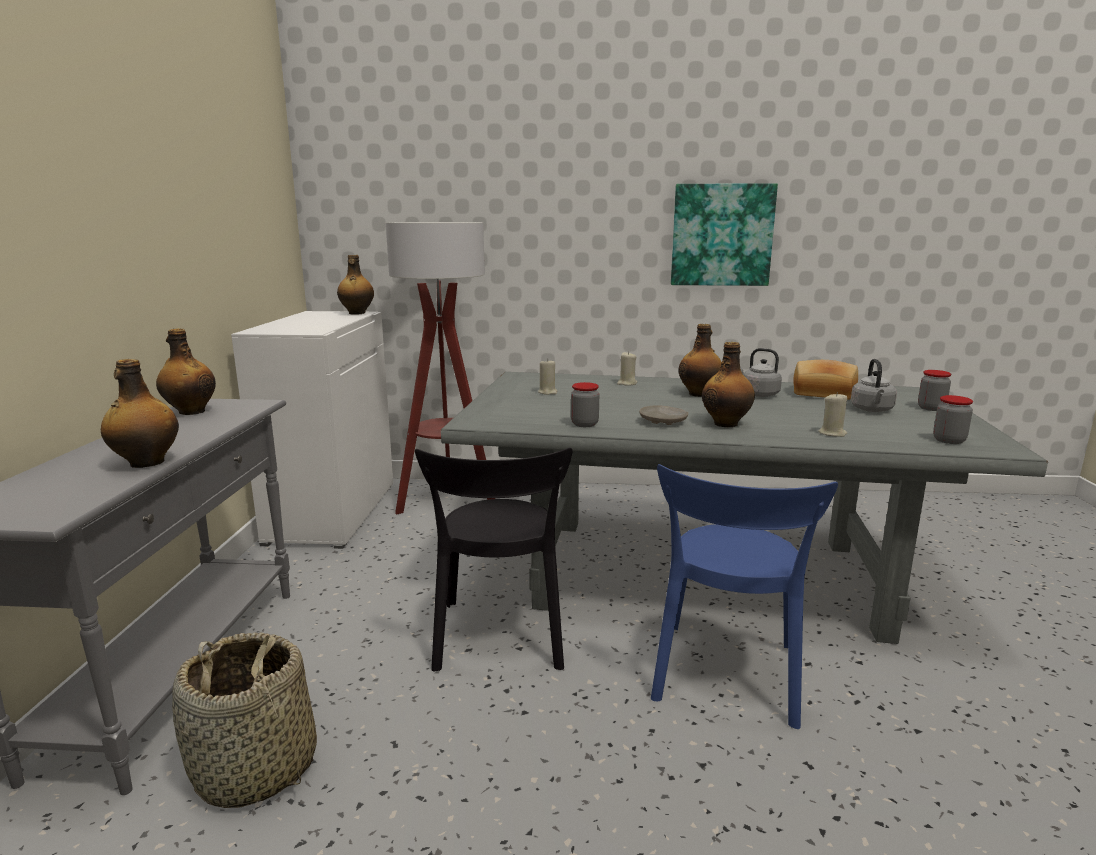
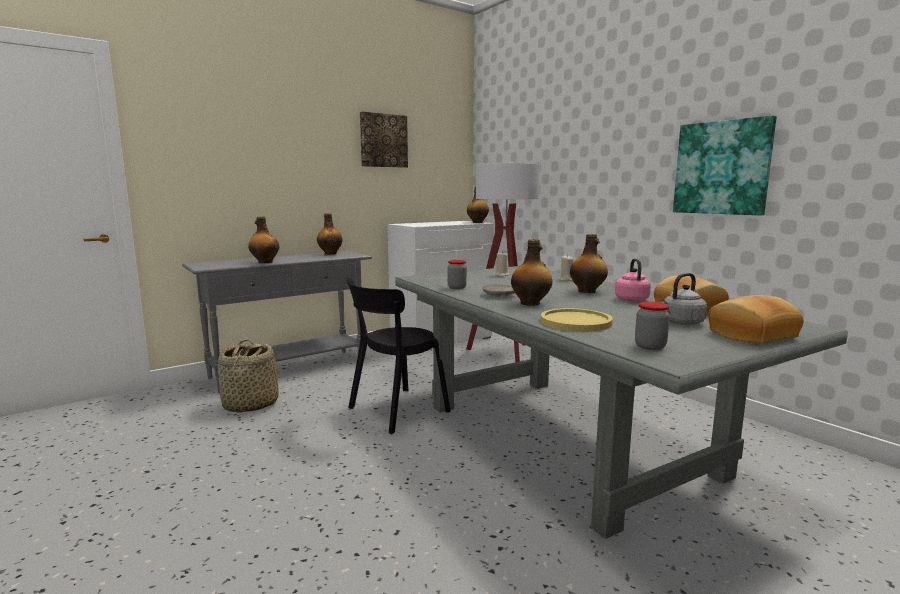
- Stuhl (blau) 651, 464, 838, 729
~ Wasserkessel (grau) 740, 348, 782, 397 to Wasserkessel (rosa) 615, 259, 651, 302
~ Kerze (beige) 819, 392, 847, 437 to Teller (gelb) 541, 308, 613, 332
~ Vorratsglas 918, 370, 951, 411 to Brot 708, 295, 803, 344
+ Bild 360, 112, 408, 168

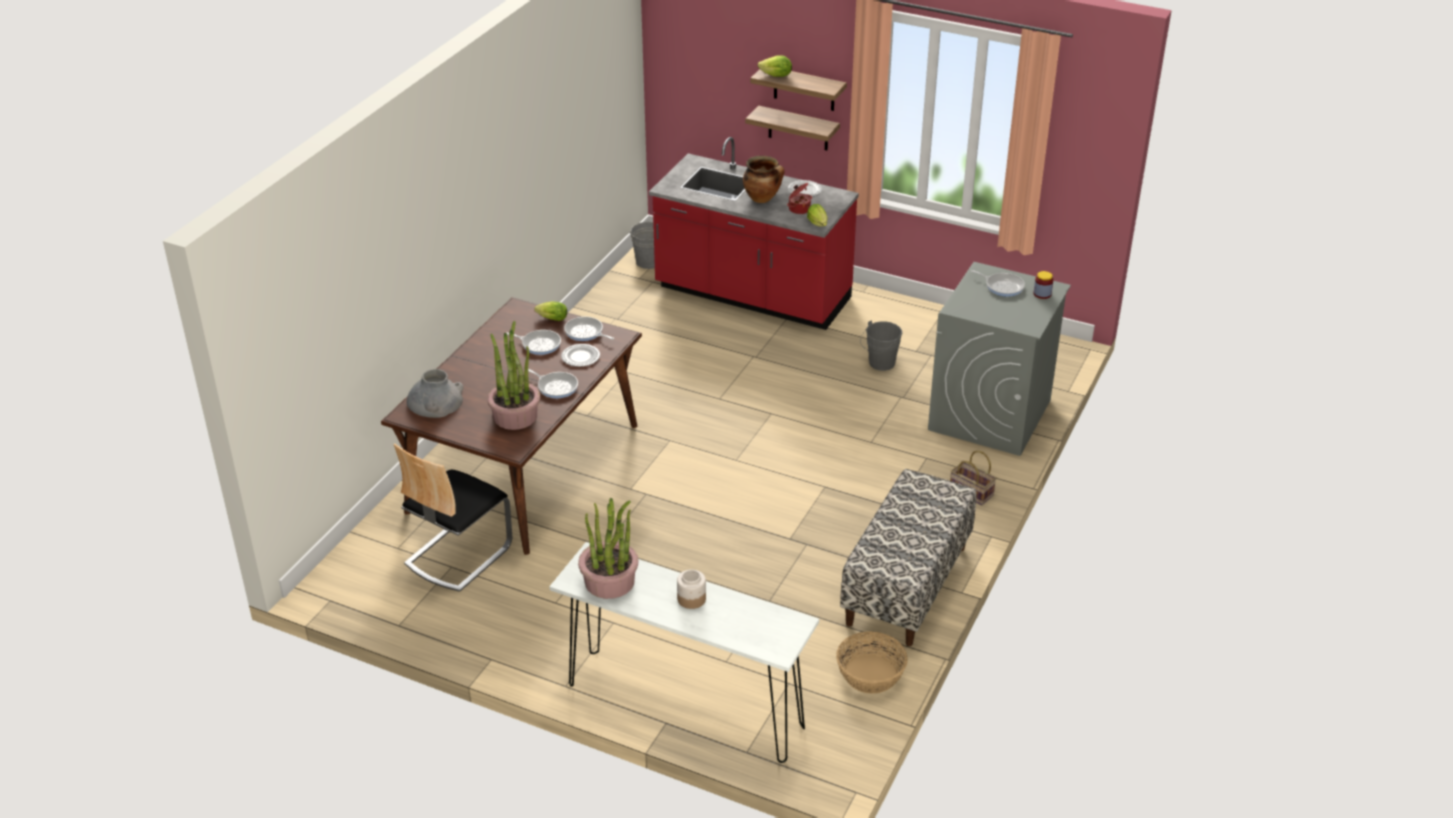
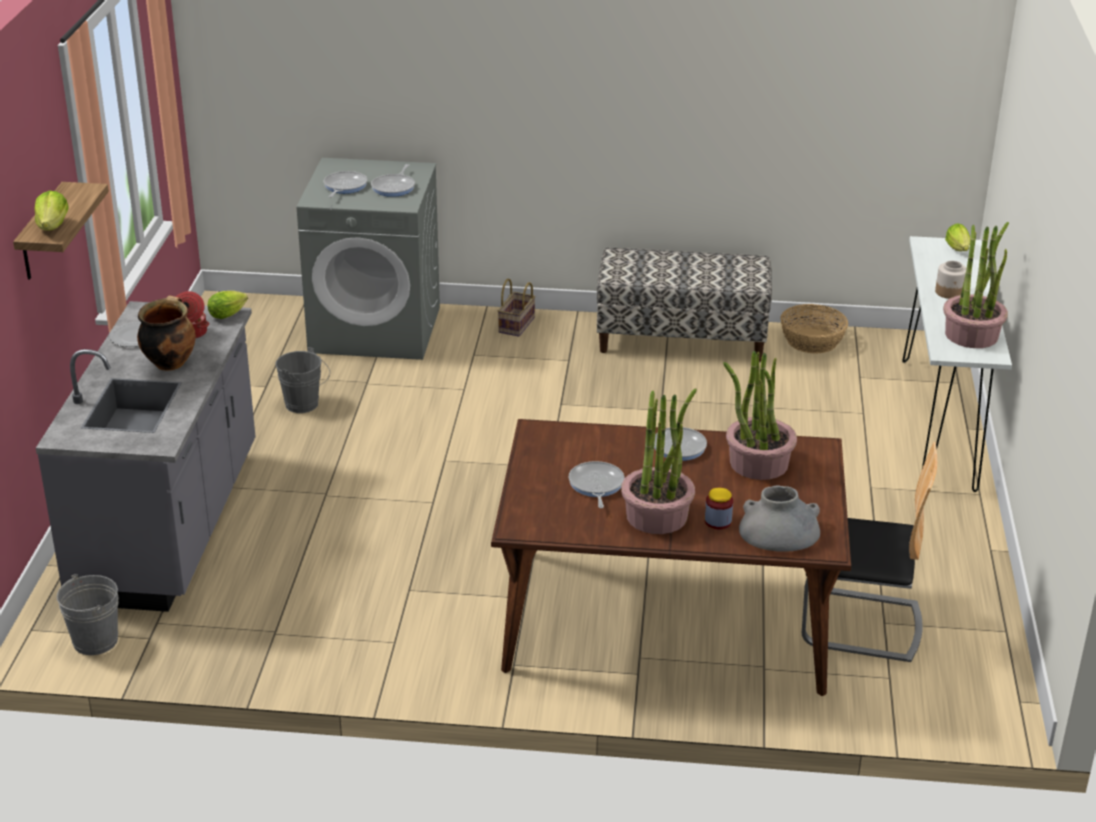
~ Salatkopf 534, 301, 567, 321 to 945, 223, 971, 251
- Teller 561, 344, 600, 367
~ Pfanne 564, 317, 614, 341 to 371, 164, 415, 197
~ Küchenzeile (rot) 649, 137, 859, 330 to Küchenzeile (grau) 36, 301, 256, 612
- Wandregal 745, 106, 840, 150
~ Vorratsglas 1034, 271, 1053, 299 to 705, 488, 733, 529
+ Topfpflanze 621, 389, 697, 534

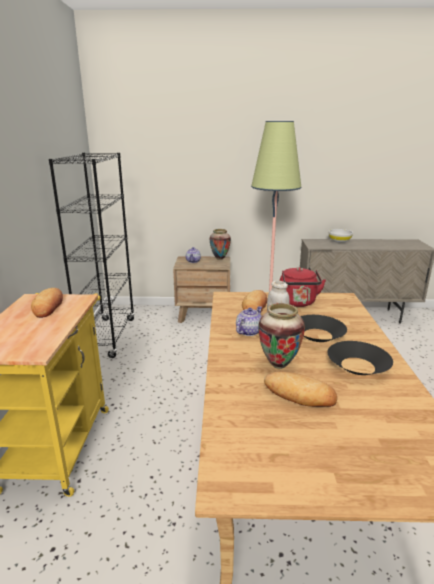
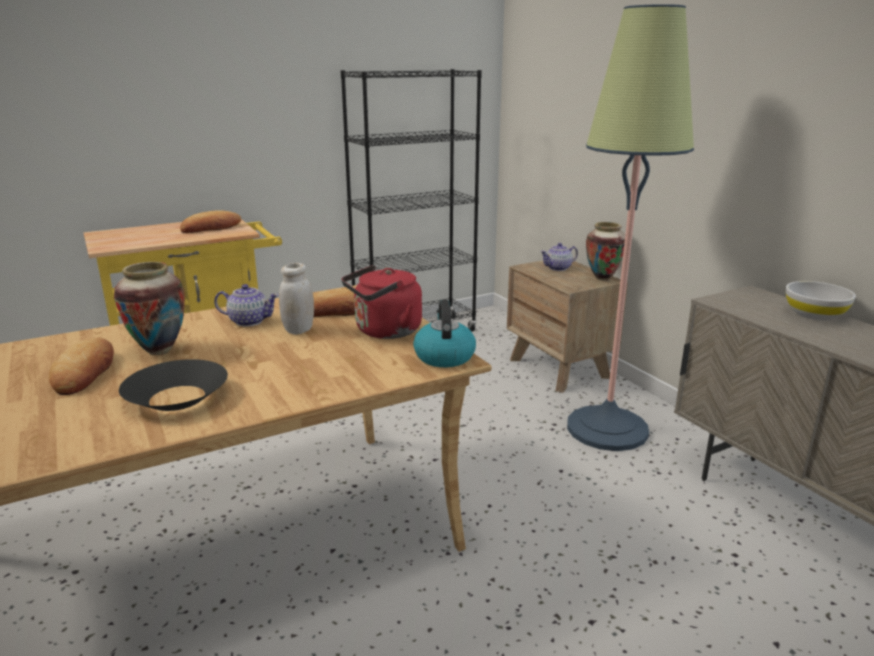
- Schüssel (schwarz) 301, 315, 347, 342
+ Wasserkessel 413, 300, 476, 367

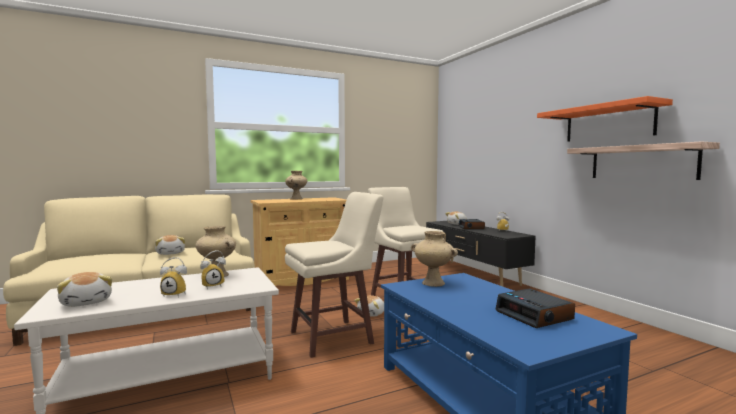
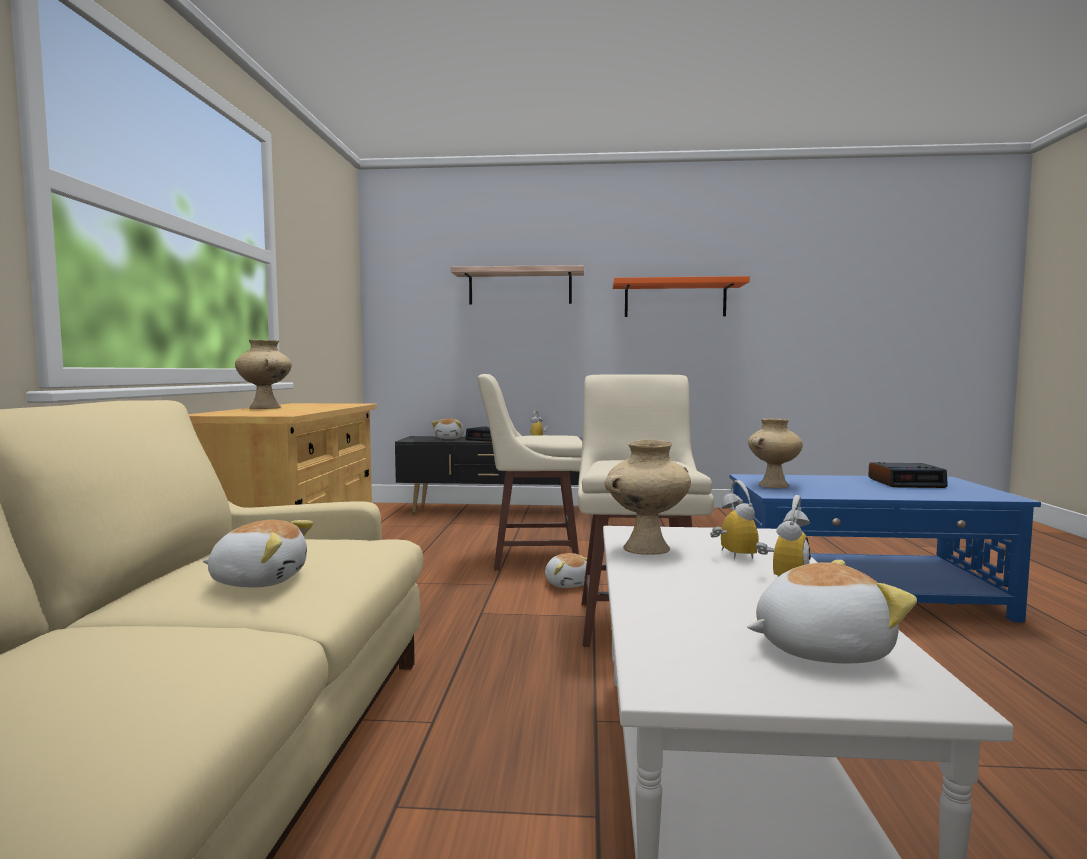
~ Wandregal 567, 142, 720, 180 to 451, 265, 584, 305

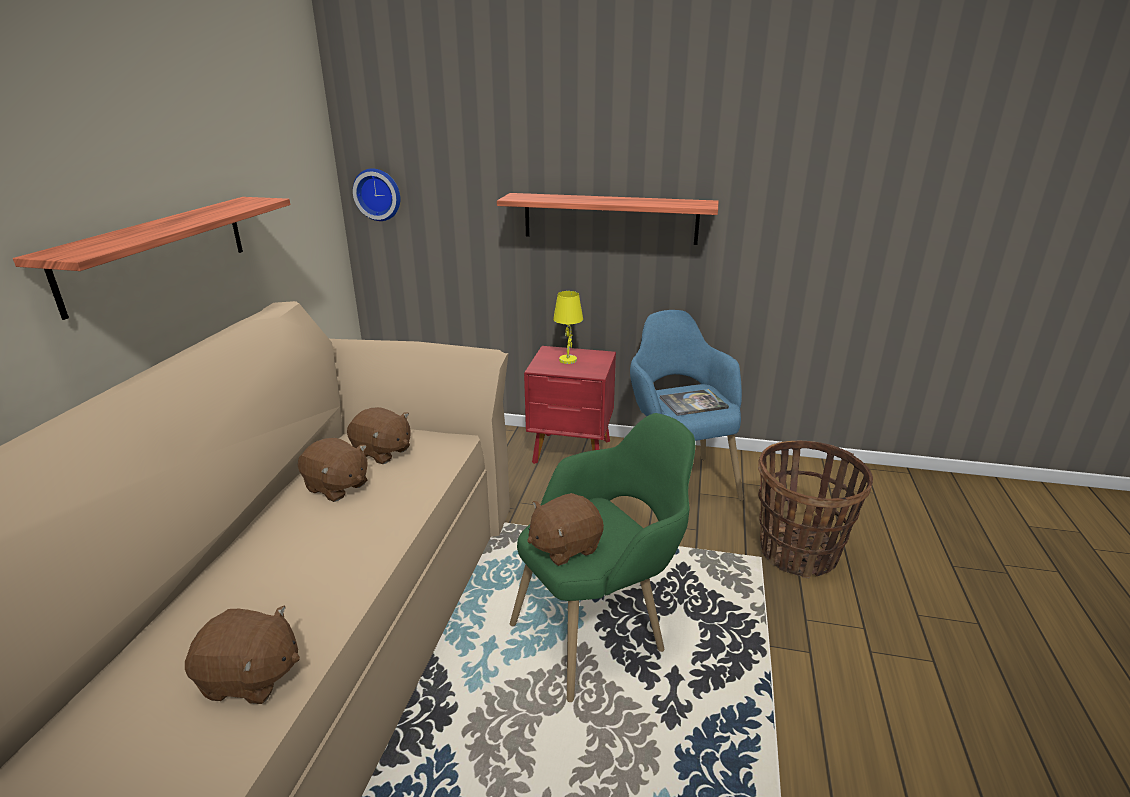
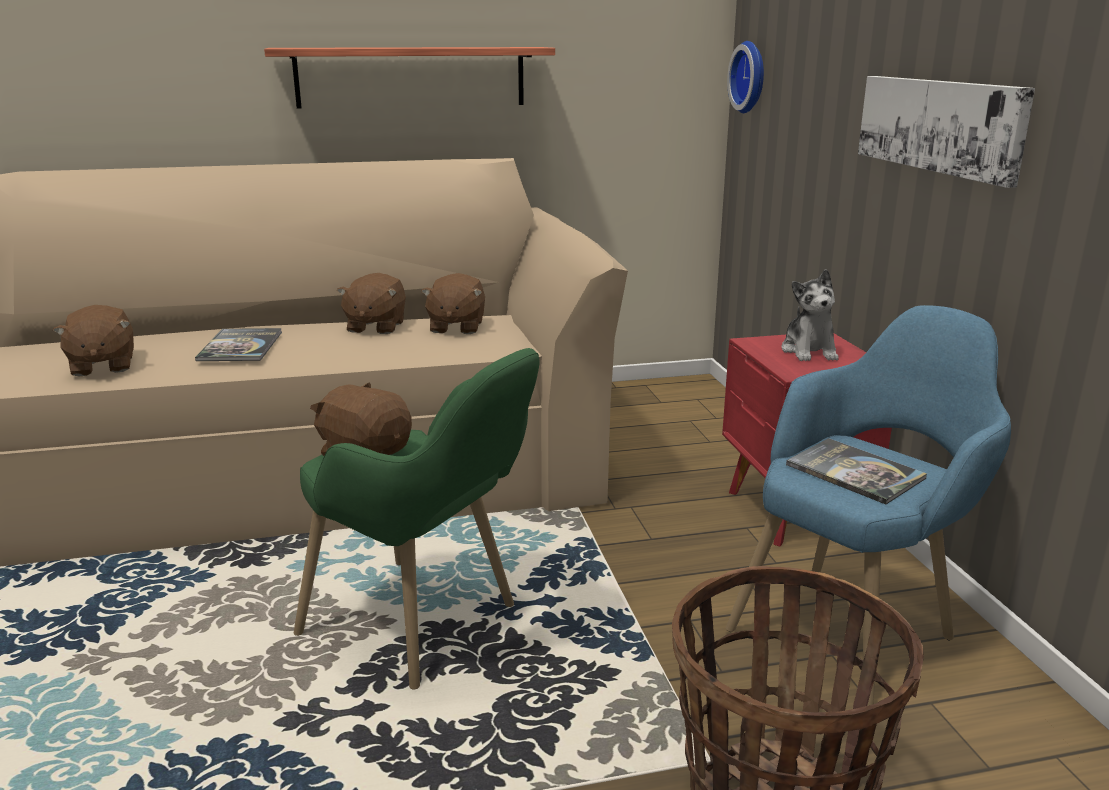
~ Wandregal 497, 193, 718, 245 to Bild 858, 76, 1035, 188
~ Tischlampe (gelb) 553, 291, 583, 364 to Plüschtier 781, 269, 839, 361
+ Buch 195, 328, 282, 361

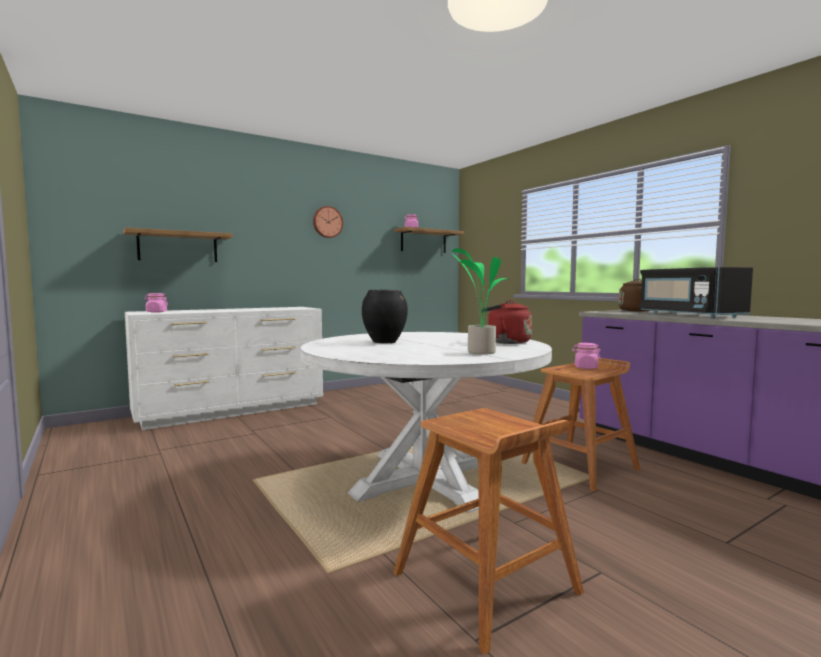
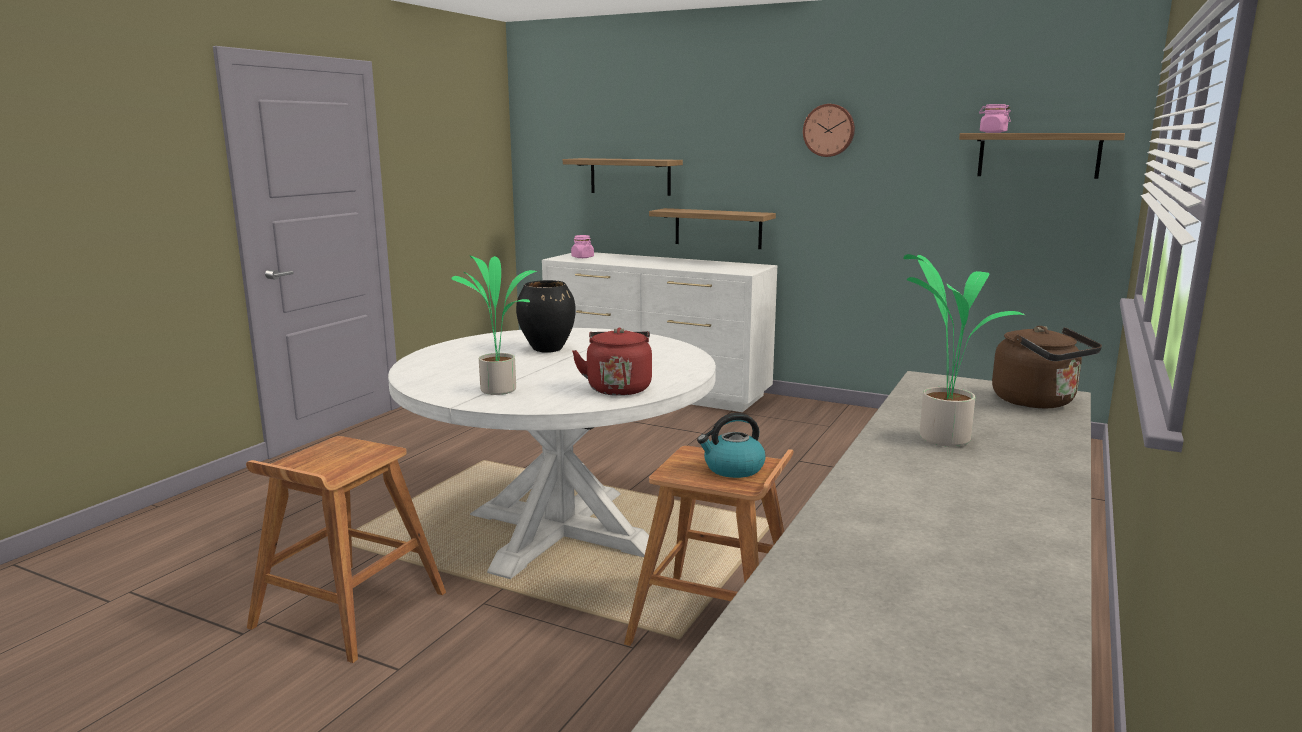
~ Vorratsglas (rosa) 572, 343, 601, 369 to Wasserkessel 697, 413, 765, 478
~ Mikrowelle (schwarz) 639, 267, 753, 318 to Topfpflanze 904, 254, 1025, 447
+ Wandregal 649, 208, 776, 249

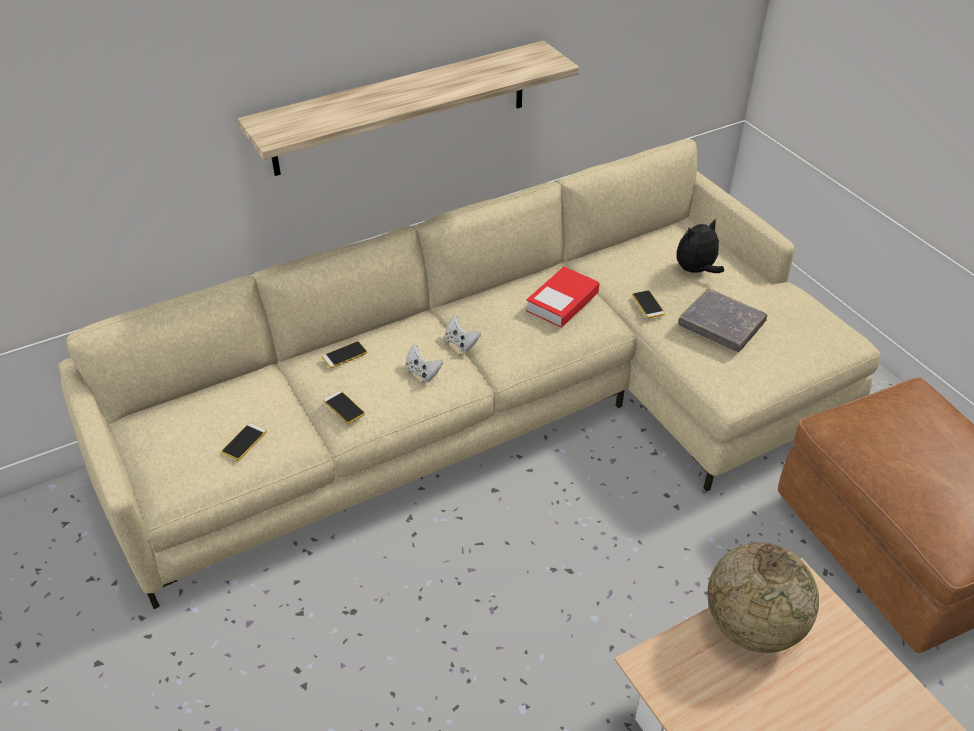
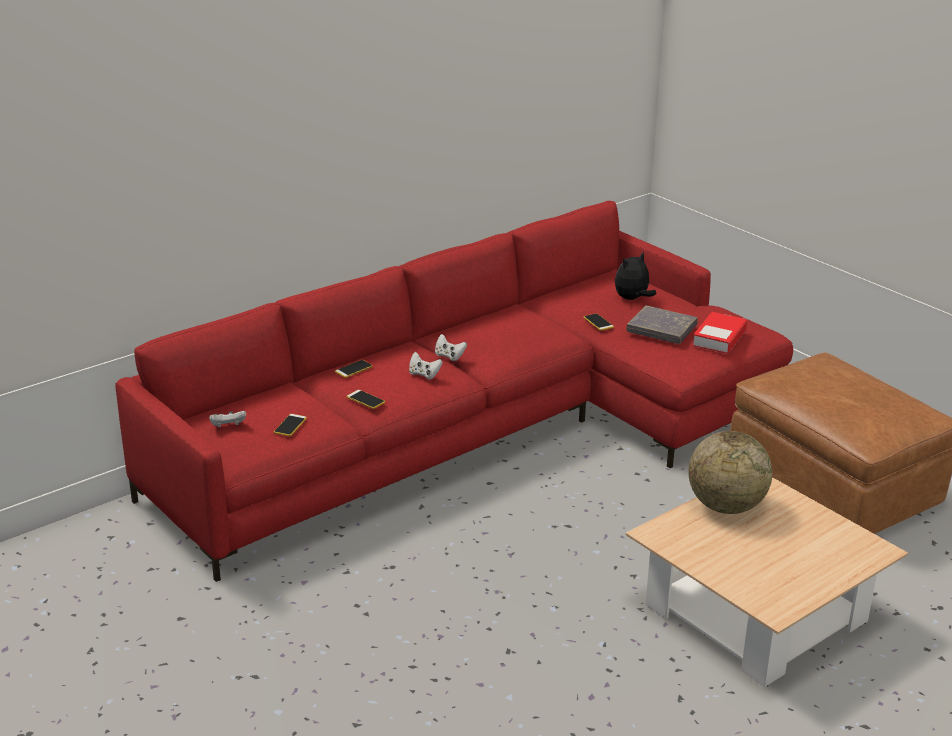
~ Sofa (beige) 59, 139, 880, 609 to Sofa (rot) 115, 201, 793, 582
- Wandregal 237, 41, 579, 176
~ Buch 526, 267, 599, 328 to 692, 312, 747, 354
+ Gamepad (weiß) 209, 411, 246, 428

